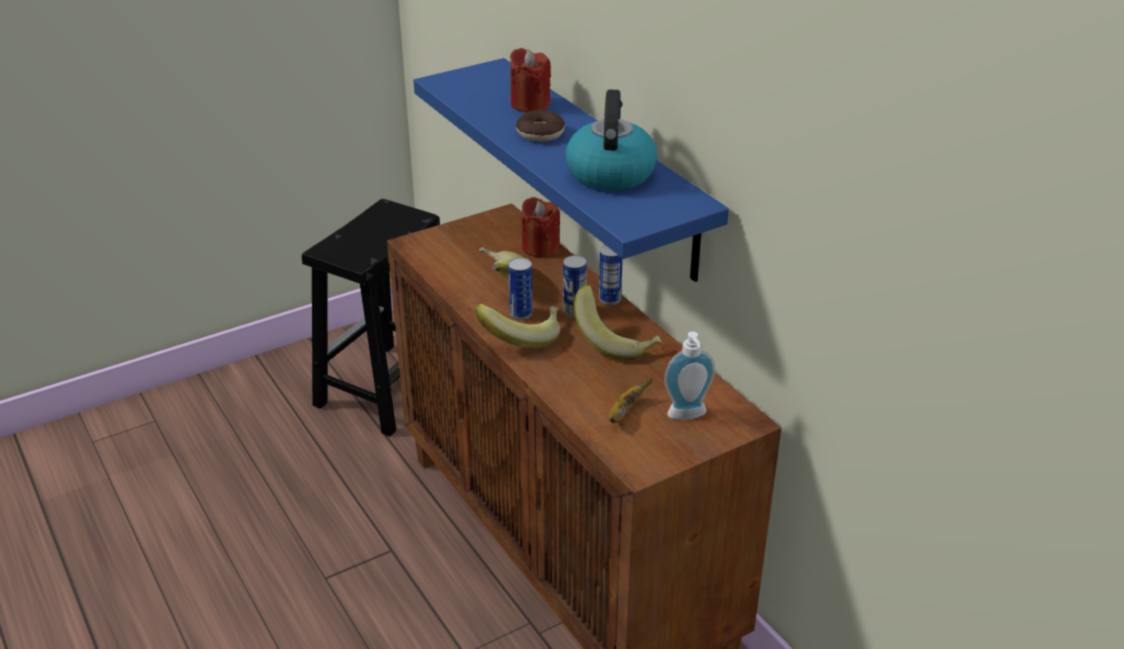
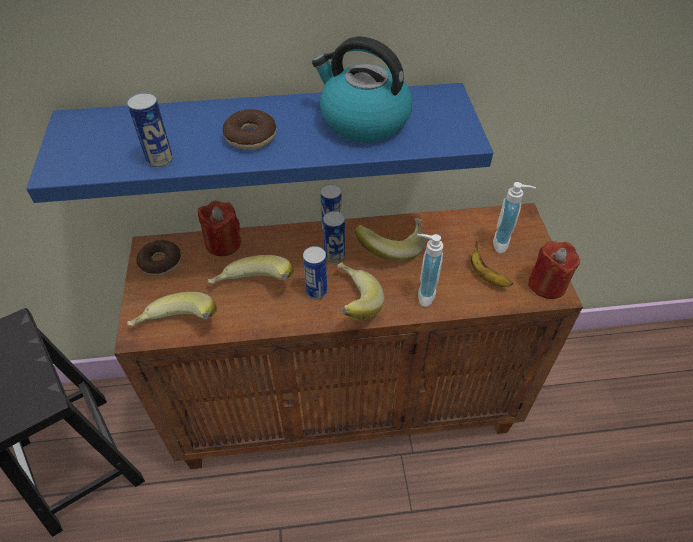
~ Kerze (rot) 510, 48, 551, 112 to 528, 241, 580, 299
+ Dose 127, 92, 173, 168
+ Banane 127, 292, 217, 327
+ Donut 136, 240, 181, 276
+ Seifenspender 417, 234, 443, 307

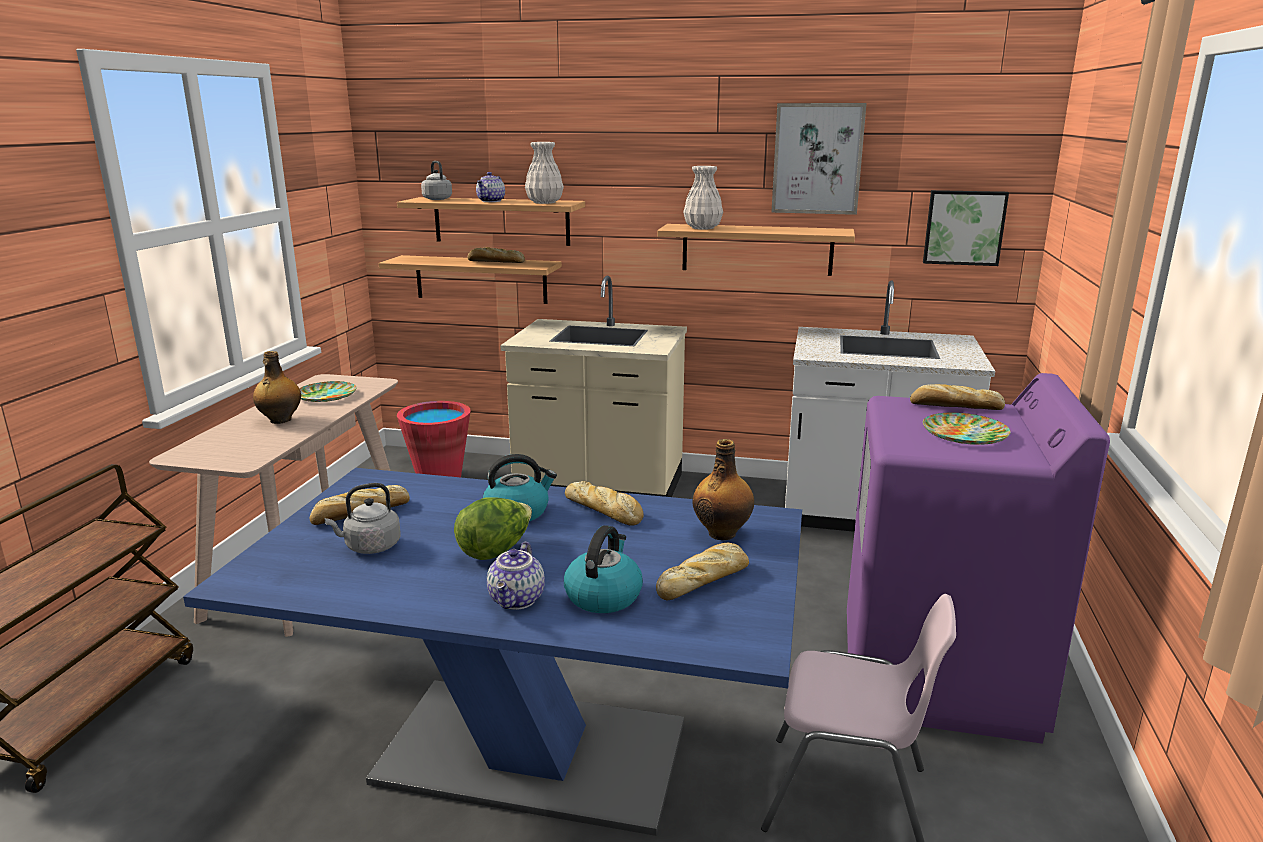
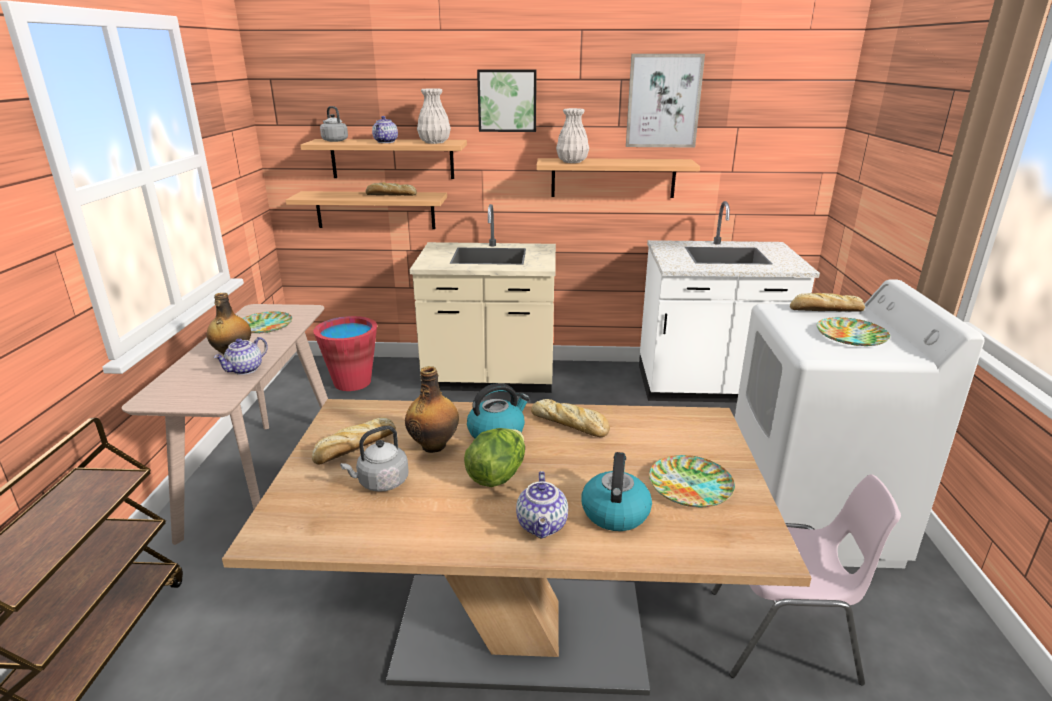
~ Esstisch (blau) 183, 468, 802, 836 to Esstisch (braun) 222, 399, 811, 696
~ Brot 656, 543, 749, 600 to Teller 649, 455, 735, 507
~ Flasche 693, 439, 754, 540 to 405, 366, 459, 453
~ Waschmaschine (lila) 847, 373, 1110, 744 to Waschmaschine (weiß) 735, 280, 984, 568
~ Bild 923, 190, 1009, 266 to 477, 69, 537, 132
+ Teekanne 214, 337, 268, 375

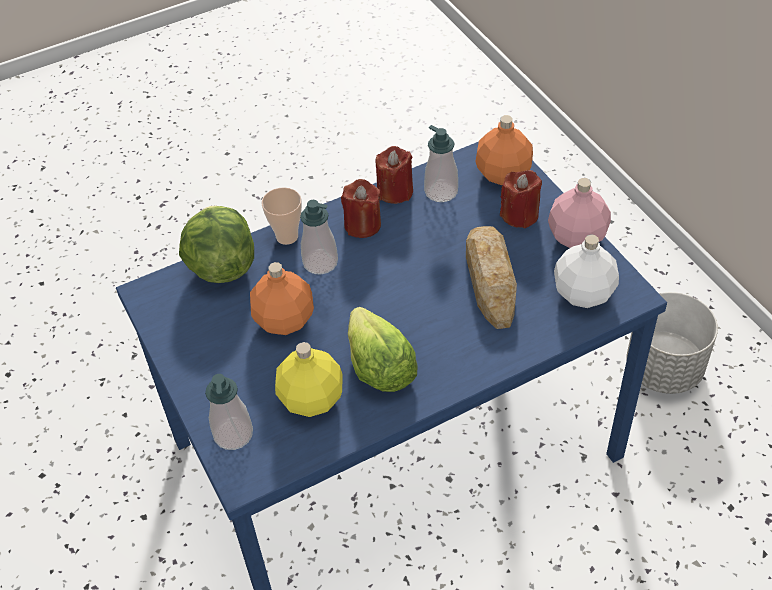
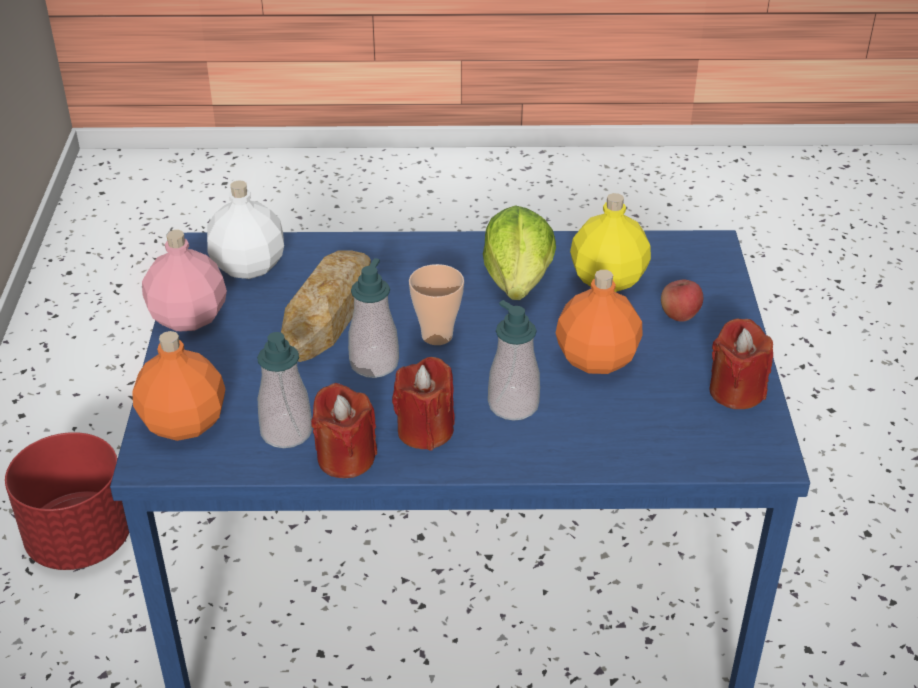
- Salatkopf 179, 206, 254, 283
~ Seifenspender 205, 374, 253, 450 to 348, 258, 399, 378
~ Tasse 262, 187, 302, 245 to 409, 264, 464, 345
~ Kerze (rot) 500, 170, 542, 228 to 710, 318, 773, 409
~ Pflanzkübel (grau) 626, 292, 718, 394 to Pflanzkübel (rot) 5, 432, 129, 570
+ Apfel 661, 280, 703, 322

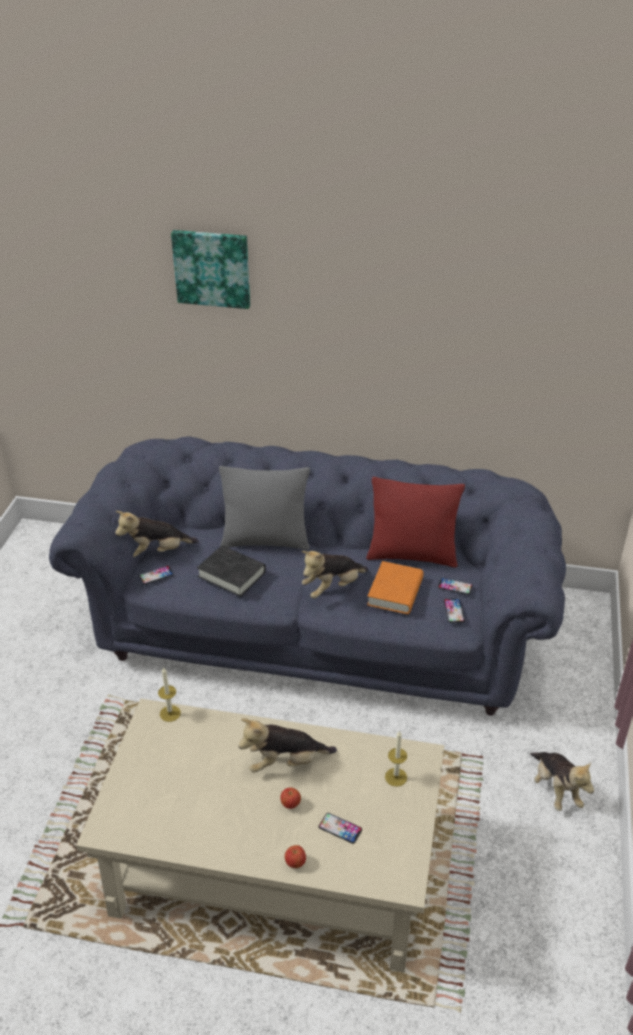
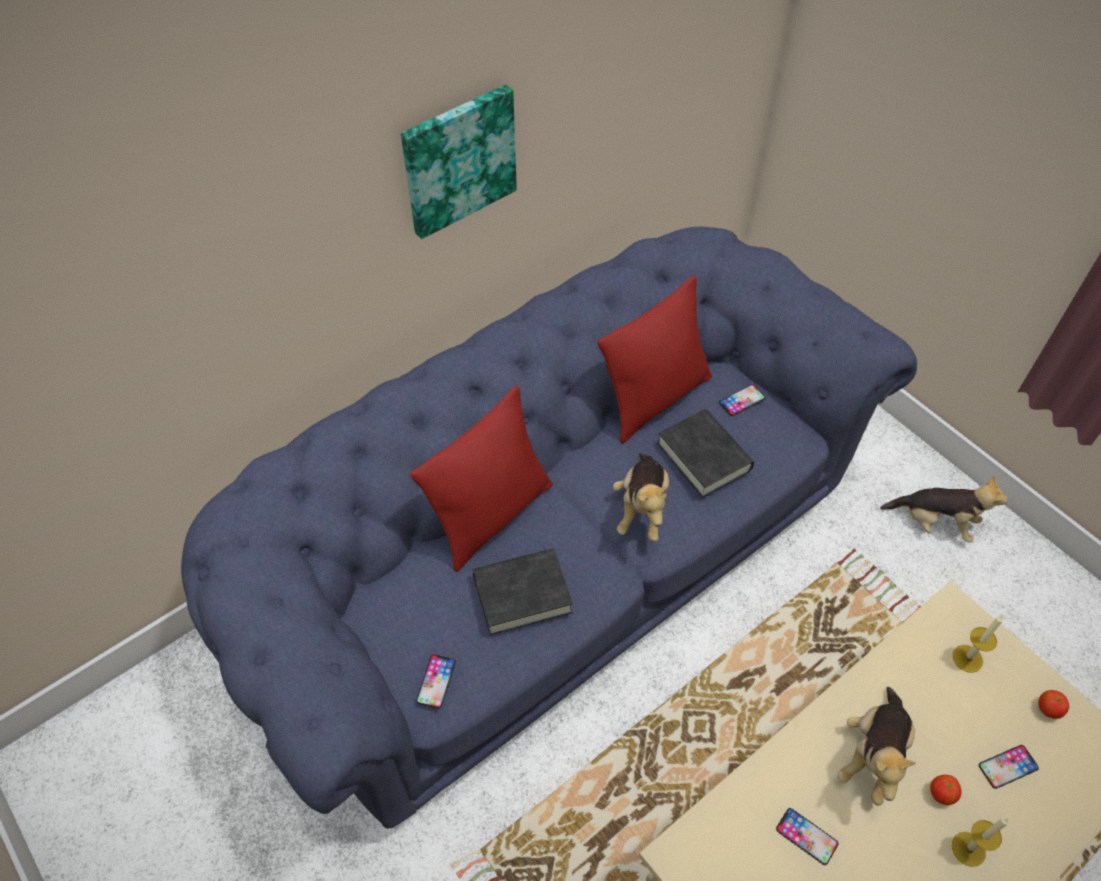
- Plüschtier 115, 511, 198, 558
~ Kerze 158, 667, 181, 722 to 952, 817, 1009, 867
~ Bild 171, 230, 250, 309 to 401, 85, 517, 239
~ Kissen (grau) 219, 466, 310, 550 to Kissen (rot) 410, 385, 553, 572
~ Apfel 285, 845, 306, 868 to 1038, 690, 1069, 719
~ Buch (orange) 367, 561, 424, 614 to Buch (schwarz) 657, 409, 754, 498
~ Handy 444, 599, 465, 623 to 776, 808, 838, 865

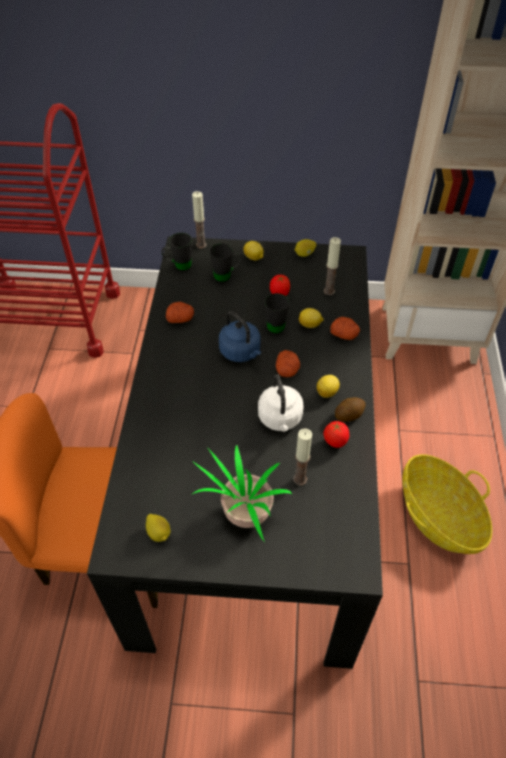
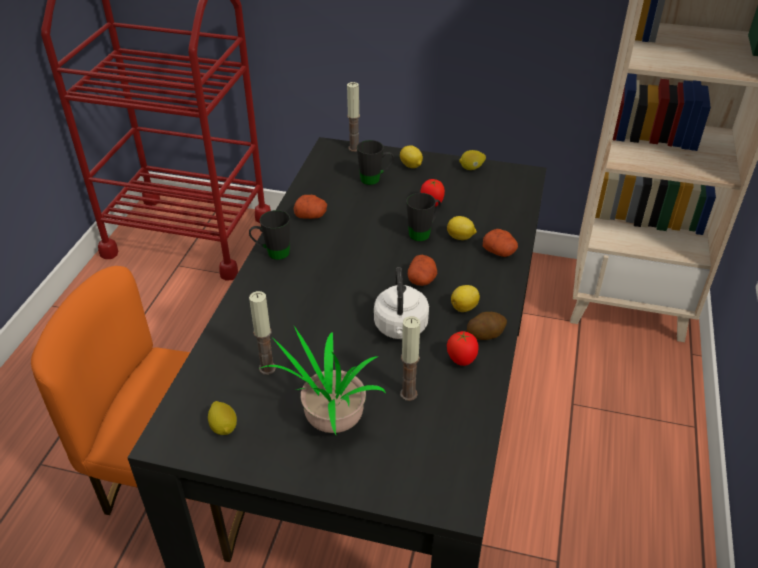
~ Henkelbecher (schwarz) 161, 232, 192, 270 to 249, 210, 290, 260
- Wasserkessel (blau) 219, 311, 261, 362
~ Kerze 324, 237, 341, 295 to 249, 291, 276, 375
- Korb 402, 454, 492, 554

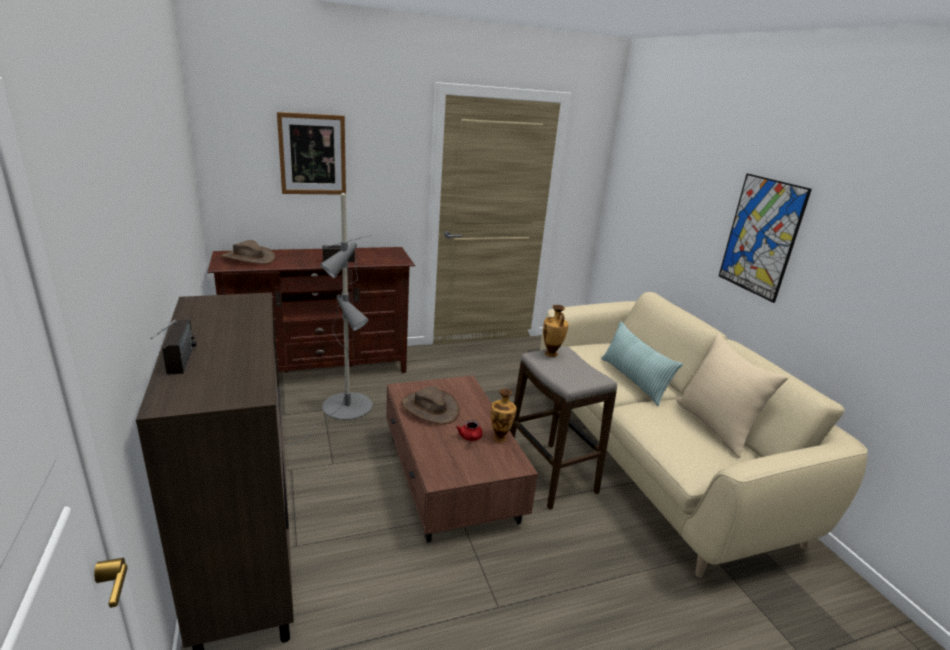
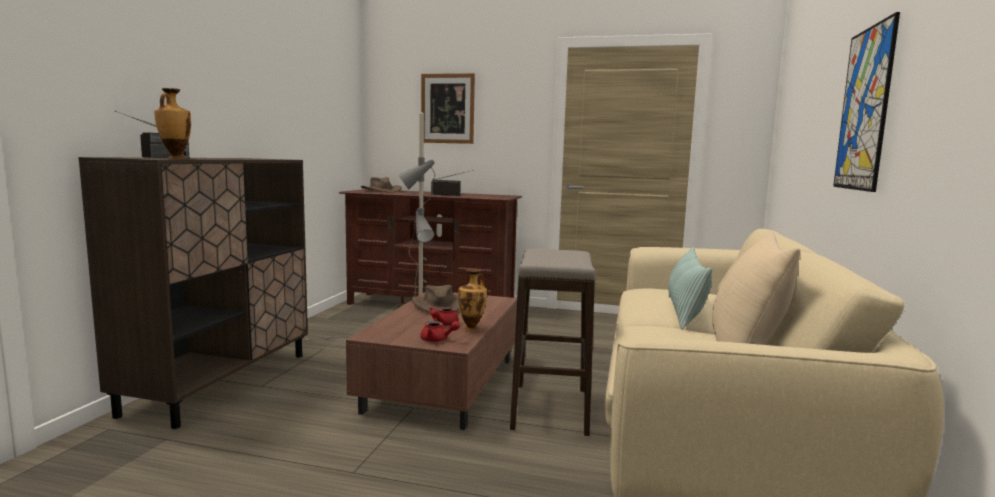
~ Vase 543, 305, 568, 357 to 154, 88, 191, 159
+ Teekanne (rot) 420, 321, 460, 342

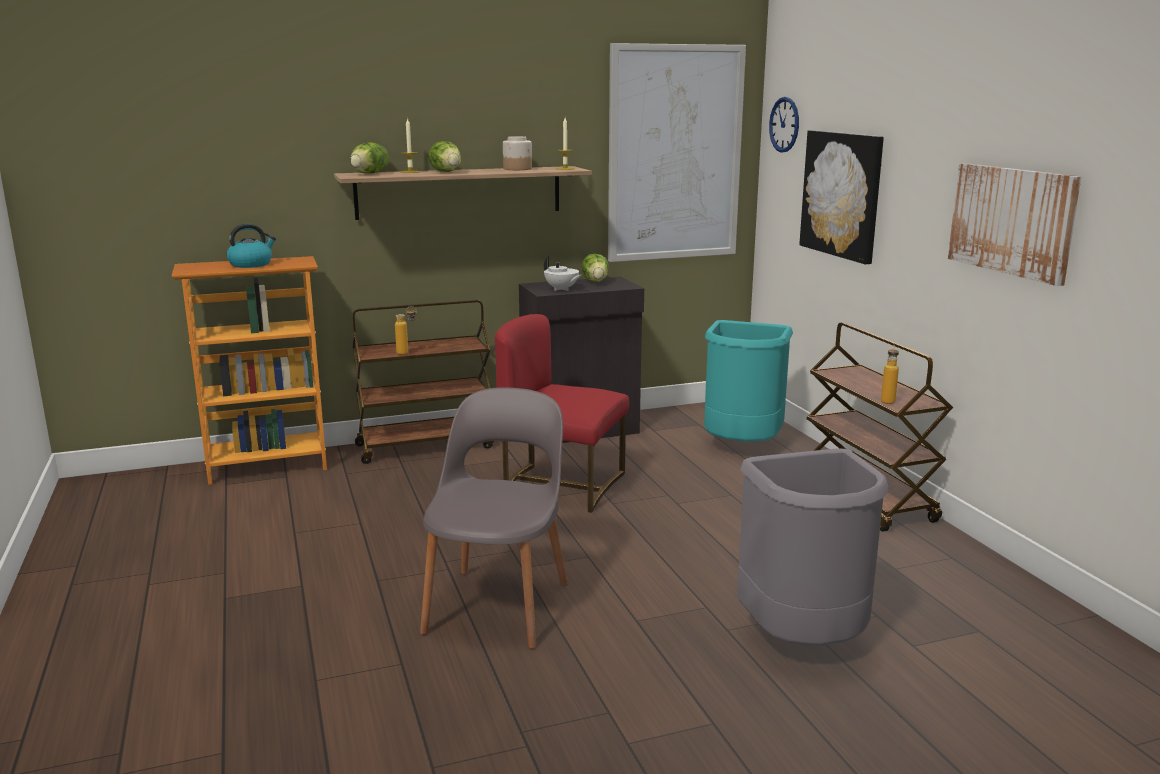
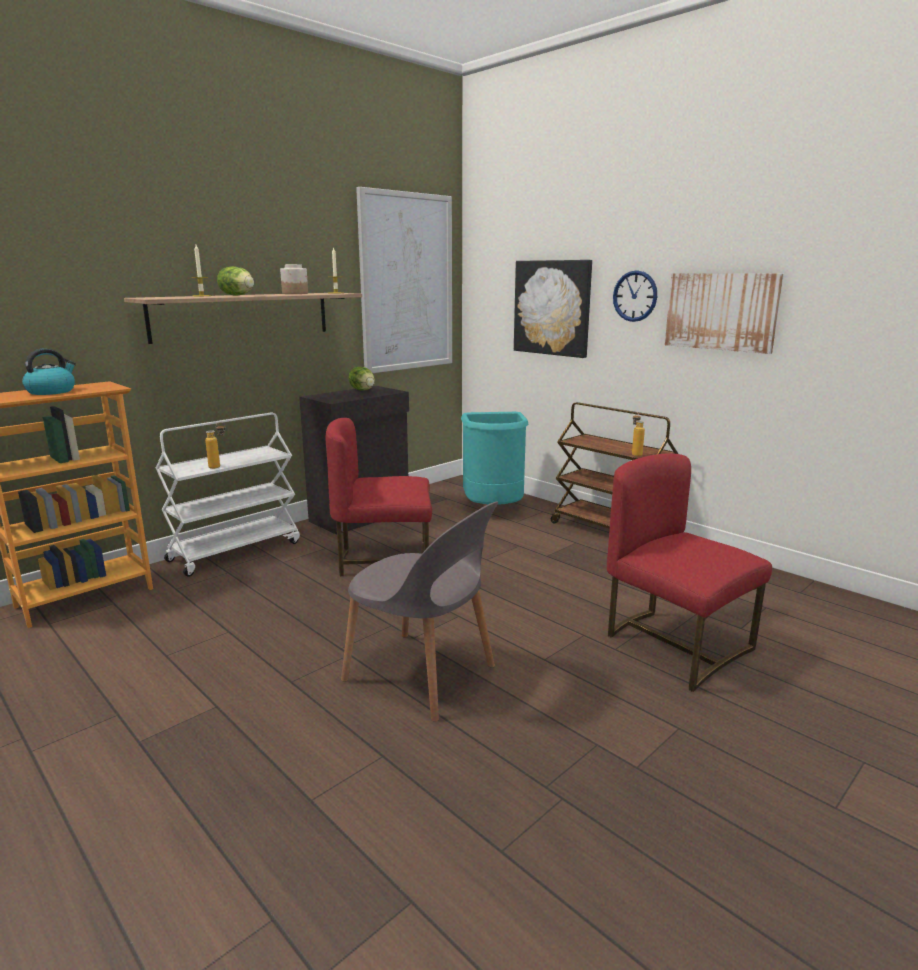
- Salatkopf 350, 142, 389, 174
~ Rollwagen (braun) 352, 300, 494, 464 to Rollwagen (weiß) 156, 413, 300, 577
~ Stuhl (grau) 420, 387, 568, 649 = 341, 501, 499, 722 135 degrees clockwise
- Teekanne (weiß) 544, 257, 581, 291
~ Mülleimer (grau) 737, 448, 889, 646 to Stuhl (rot) 607, 453, 772, 692
~ Wanduhr 769, 97, 799, 153 to 613, 270, 657, 322

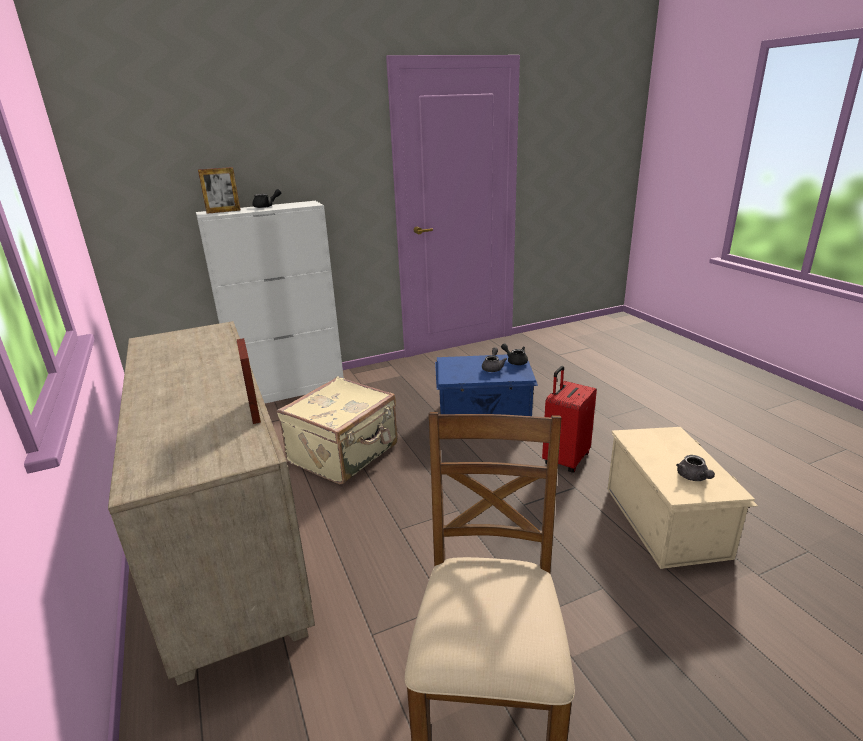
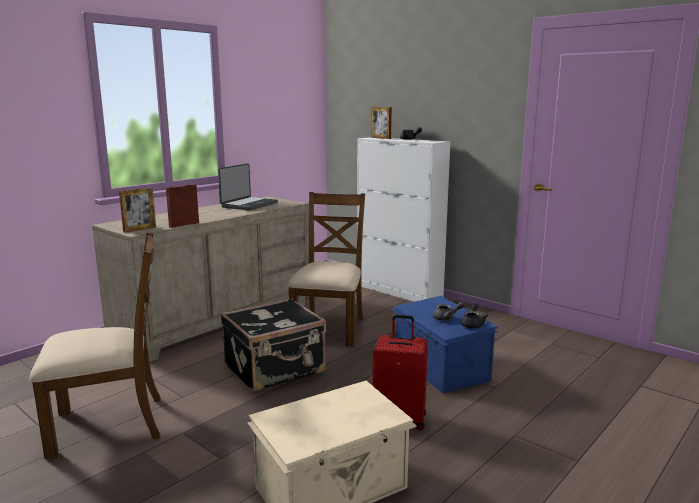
~ Koffer (beige) 277, 376, 398, 484 to Stuhl (braun) 288, 192, 365, 347
- Teekanne (grau) 676, 455, 715, 481
+ Bilderrahmen 119, 187, 156, 232
+ Laptop 218, 163, 278, 211
+ Koffer (schwarz) 221, 298, 326, 392

